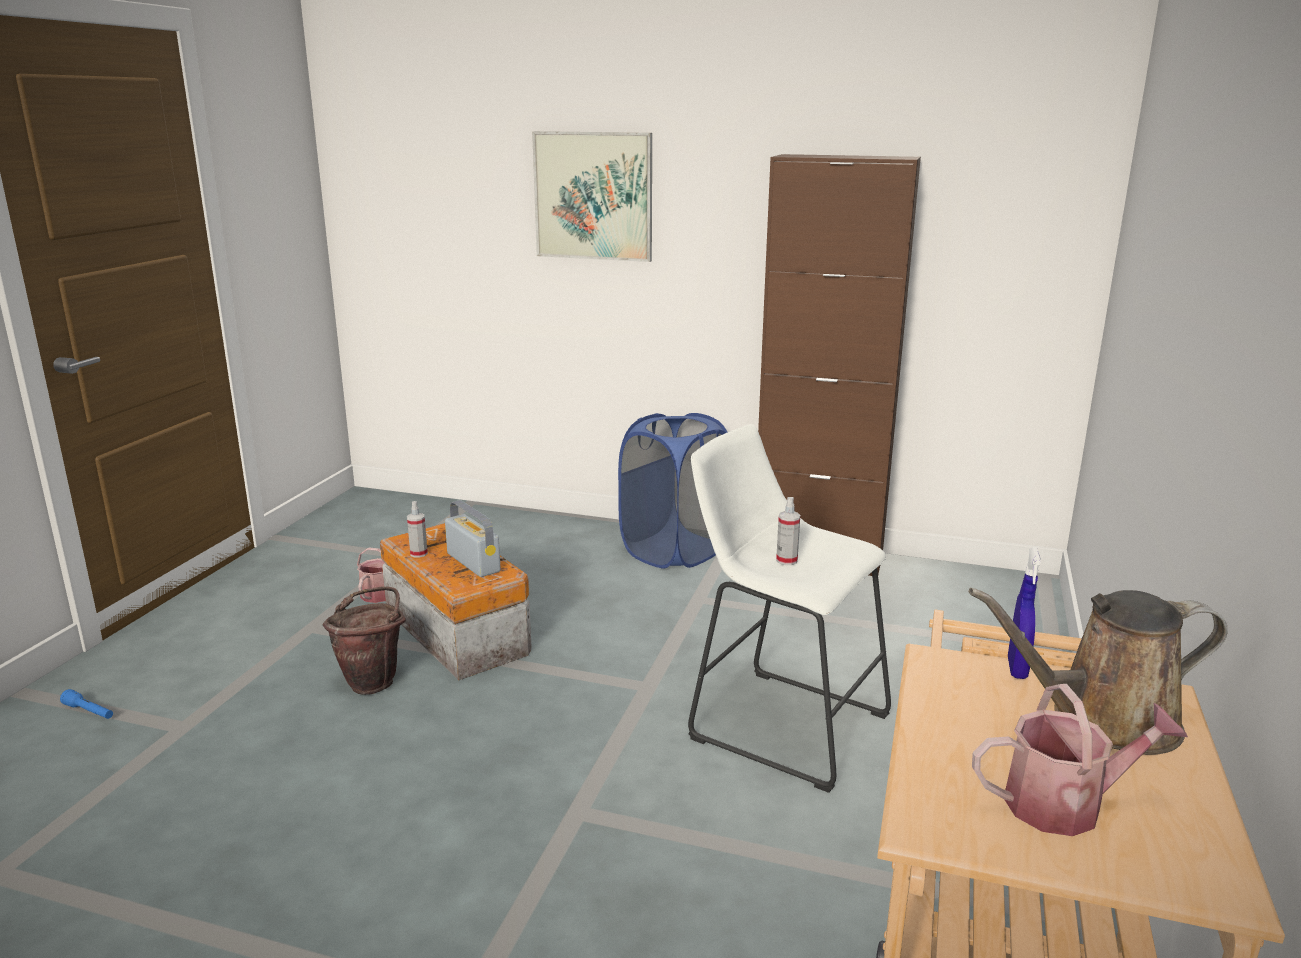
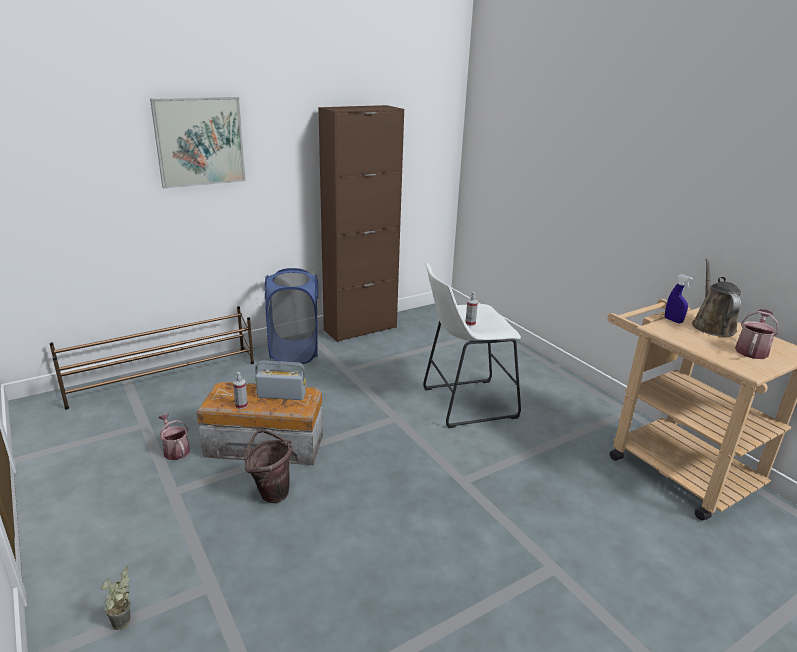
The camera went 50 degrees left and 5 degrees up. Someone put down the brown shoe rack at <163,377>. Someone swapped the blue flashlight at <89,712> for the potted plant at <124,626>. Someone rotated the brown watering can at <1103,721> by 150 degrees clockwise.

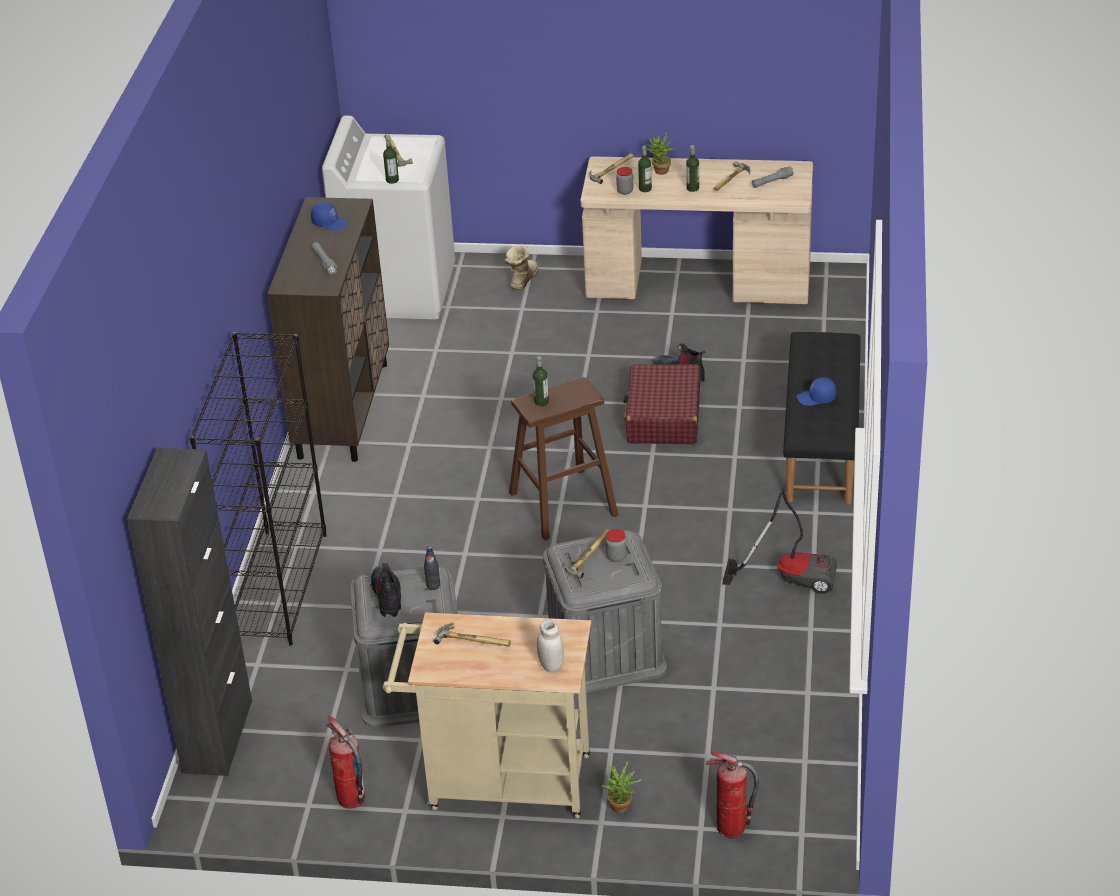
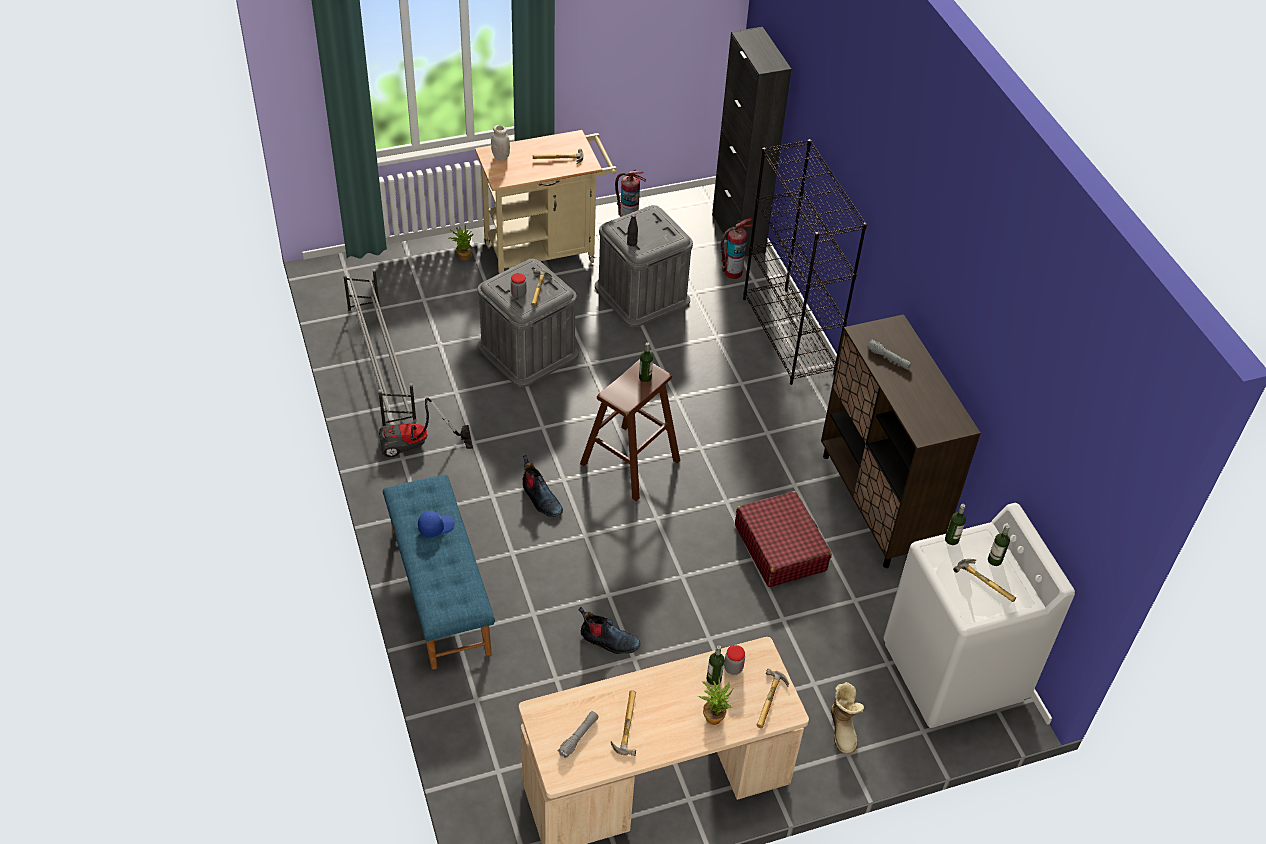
The camera went 150 degrees right and 10 degrees up. Someone put down the grey shoe rack at <381,363>. Someone repainted the black bench at <822,444>, which became the blue bench at <439,590>. Someone carried the boot from <388,596> to <540,499>. Someone carried the fire extinguisher from <731,828> to <732,272>. Someone carried the red suitcase from <663,417> to <780,547>. Someone carried the bottle from <692,188> to <994,560>. Someone took away the blue cap at <330,222>.

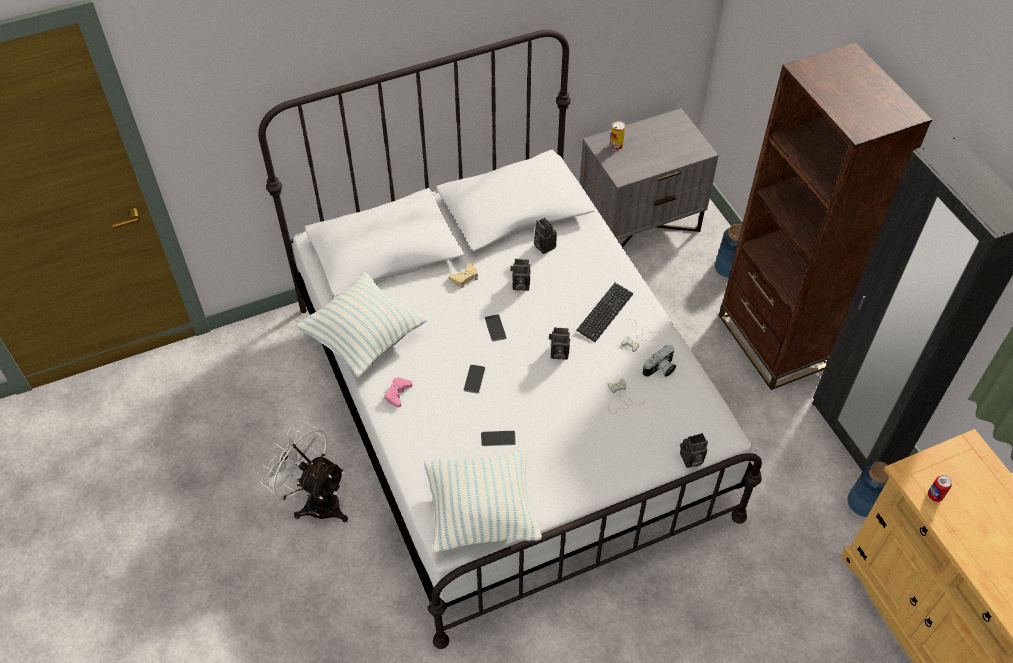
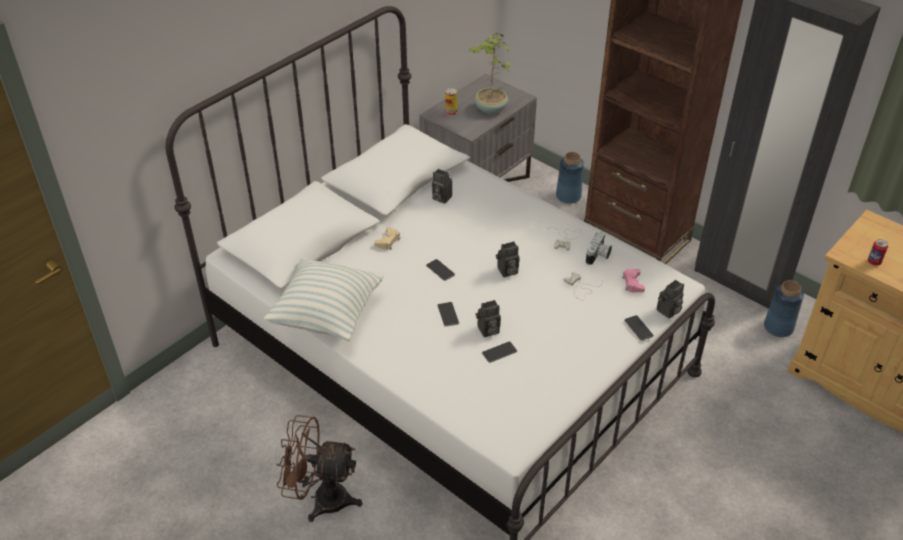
The camera went 25 degrees left and 10 degrees down. Someone repainted the white fan at <316,500>, which became the brown fan at <321,499>. Someone put down the potted plant at <490,109>. Someone carried the photo camera from <520,285> to <488,331>. Someone carried the pink game controller from <398,394> to <632,283>. Someone put down the phone at <638,328>. Someone took away the pillow at <482,513>. Someone took away the keyboard at <605,313>.

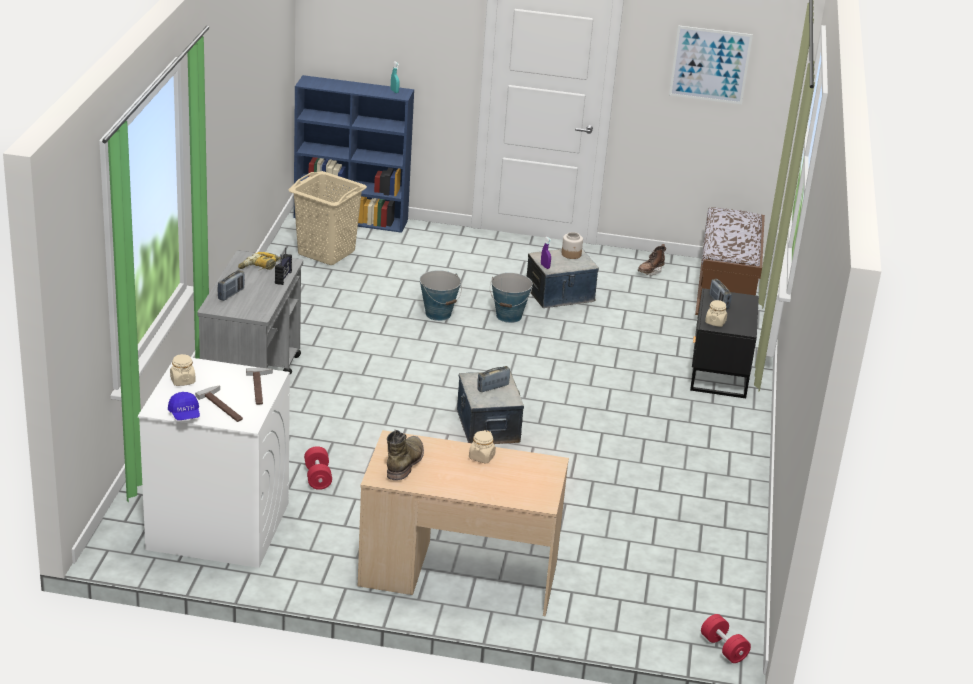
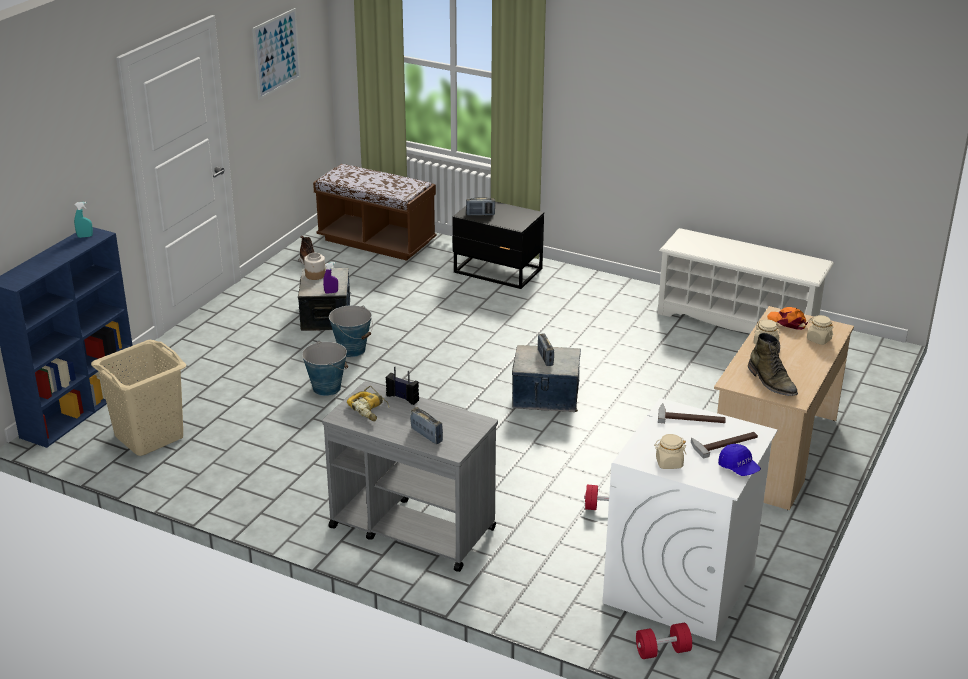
The camera went 70 degrees left and 0 degrees up. Someone carried the red dumbbell from <723,648> to <662,651>. Someone put down the white shoe rack at <738,320>. Someone rotated the blue cap at <184,414> by 60 degrees clockwise. Someone rotated the green boot at <405,462> by 150 degrees counterclockwise. Someone put down the orange cap at <787,322>. Someone carried the beige jar from <715,322> to <818,339>.

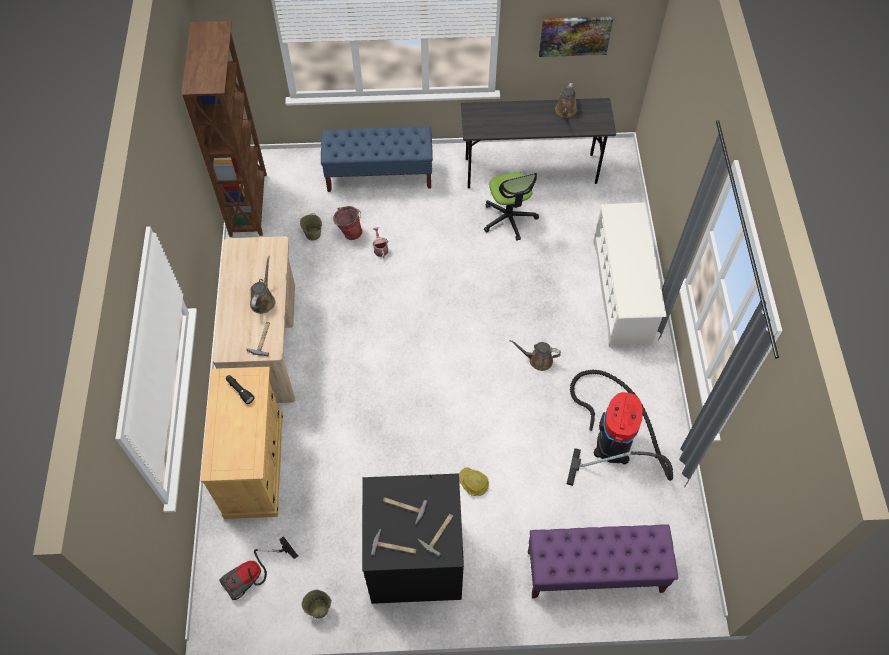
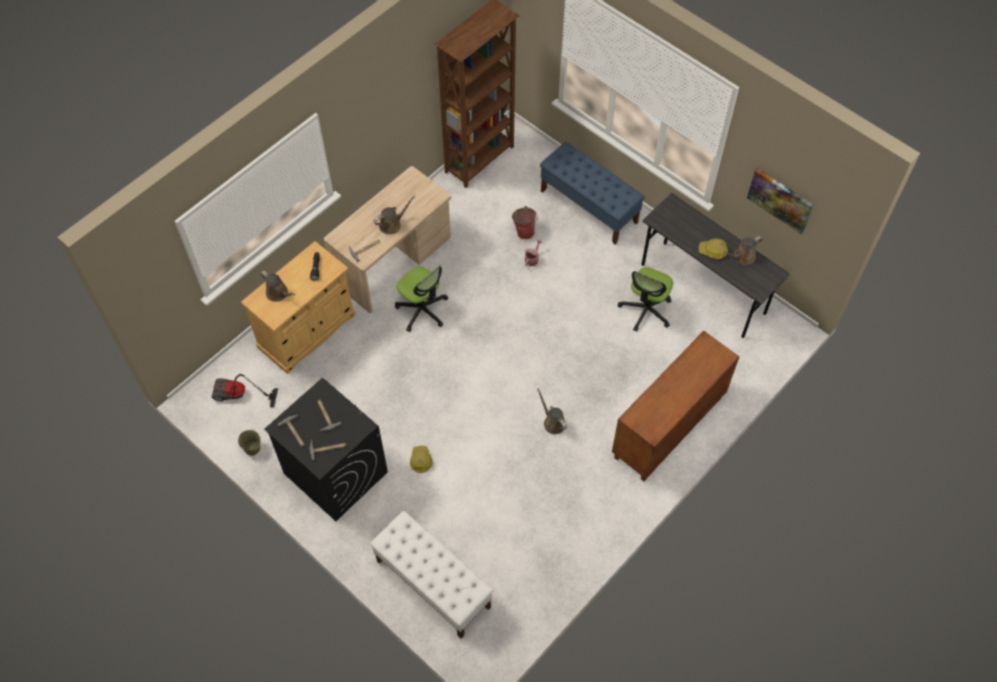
The camera went 45 degrees right and 0 degrees up. Someone put down the brown watering can at <278,293>. Someone repainted the purple bench at <594,571>, which became the white bench at <433,584>. Someone put down the office chair at <422,310>. Someone swapped the white shoe rack at <622,291> for the brown cabinet at <668,429>. Someone put down the hard hat at <713,251>. Someone took away the beige bucket at <312,234>. Someone took away the vacuum cleaner at <613,437>.

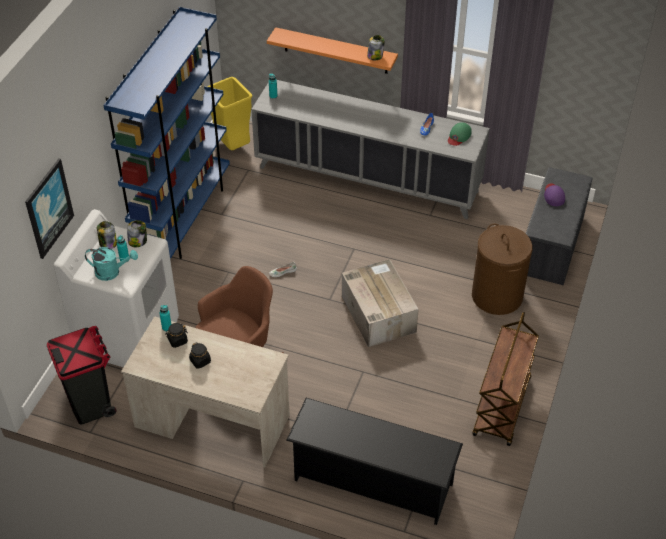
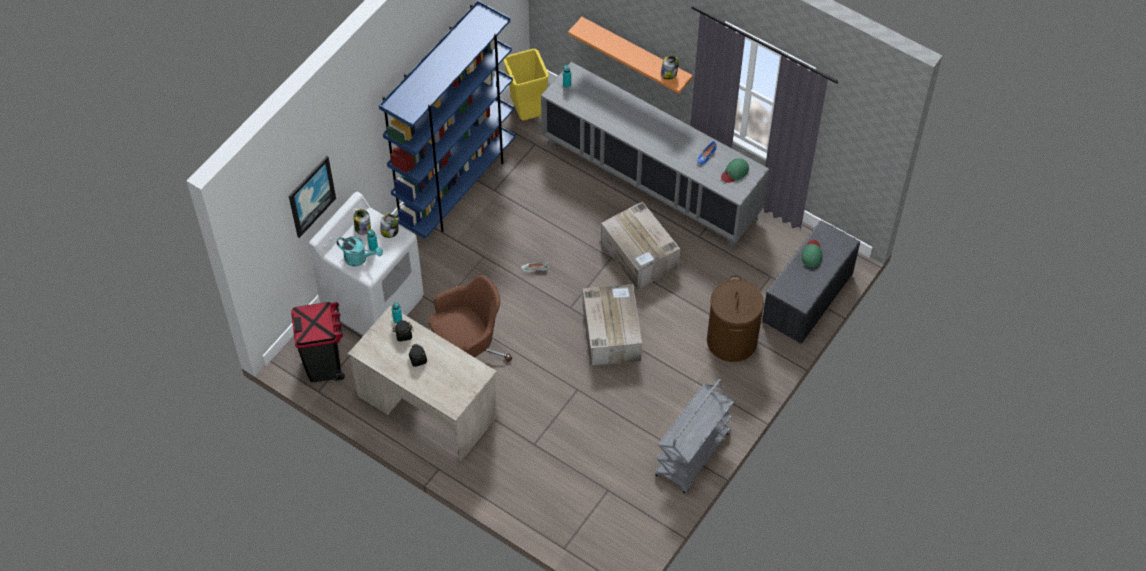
The camera went 15 degrees right and 10 degrees up. Someone put down the cardboard box at <640,255>. Someone repainted the brown cart at <502,407>, which became the grey cart at <693,455>. Someone repainted the purple cap at <553,195>, which became the green cap at <812,254>. Someone took away the black shoe rack at <372,482>.

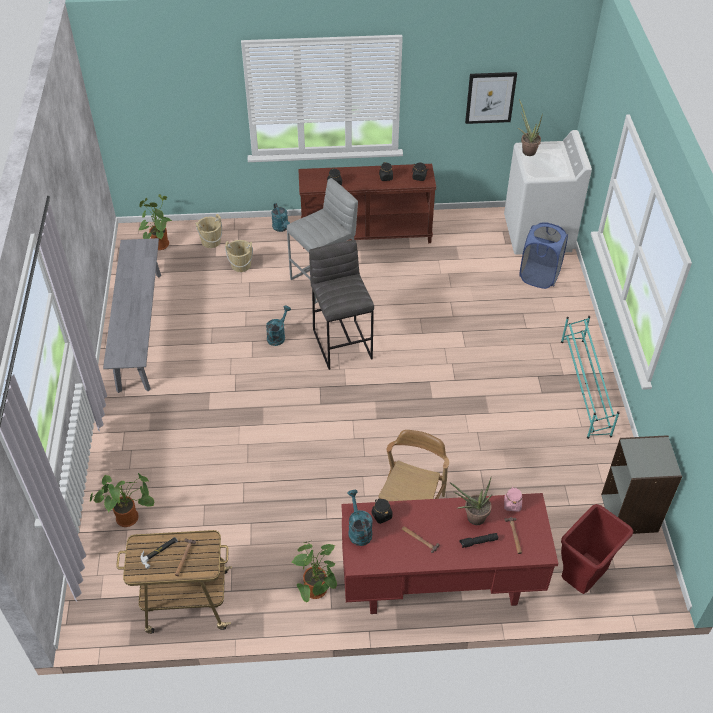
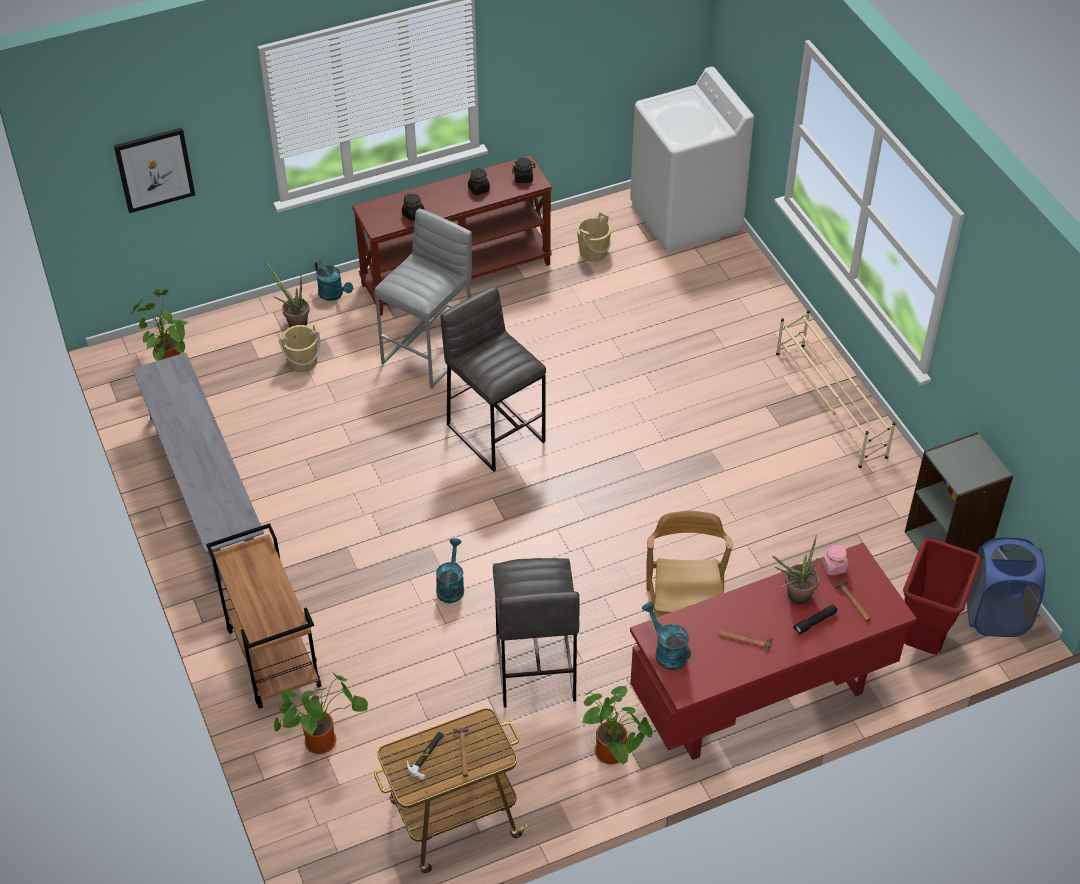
The camera went 20 degrees left and 0 degrees up. Someone carried the picture from <490,97> to <154,169>. Someone put down the brown cart at <272,657>. Someone carried the potted plant from <526,150> to <294,322>. Someone carried the turquoise watering can from <278,336> to <451,586>. Someone put down the grey stool at <534,668>. Someone carried the beige bucket from <211,241> to <593,252>. Someone repainted the turquoise shoe rack at <585,388>, which became the beige shoe rack at <830,405>. Someone carried the blue laundry basket from <539,276> to <996,615>. Someone took away the black jar at <381,515>.

